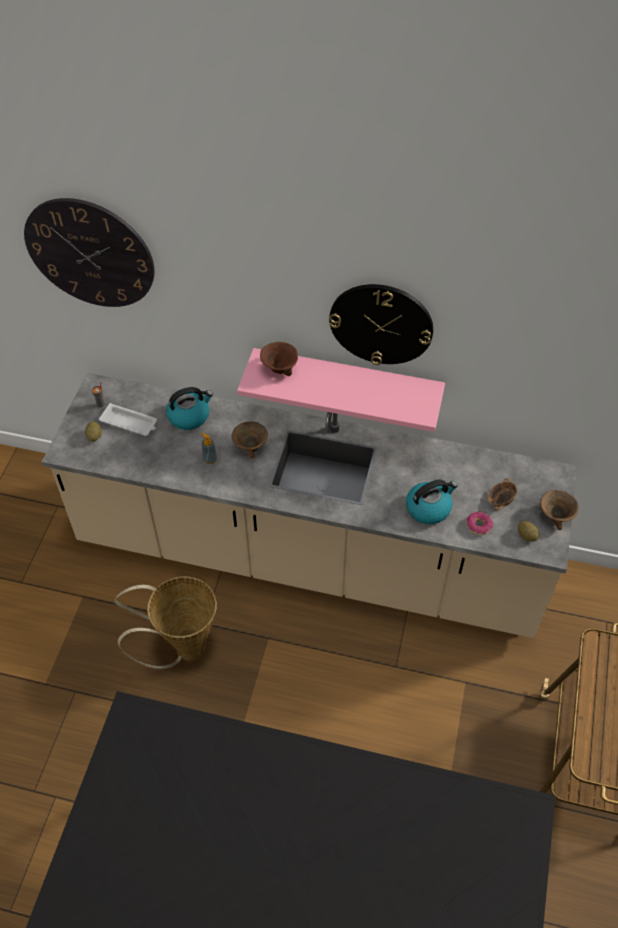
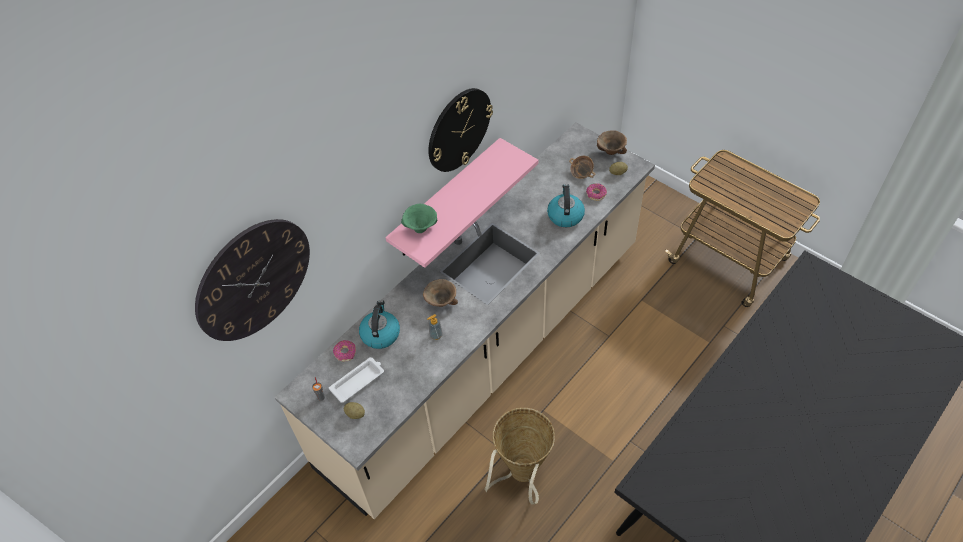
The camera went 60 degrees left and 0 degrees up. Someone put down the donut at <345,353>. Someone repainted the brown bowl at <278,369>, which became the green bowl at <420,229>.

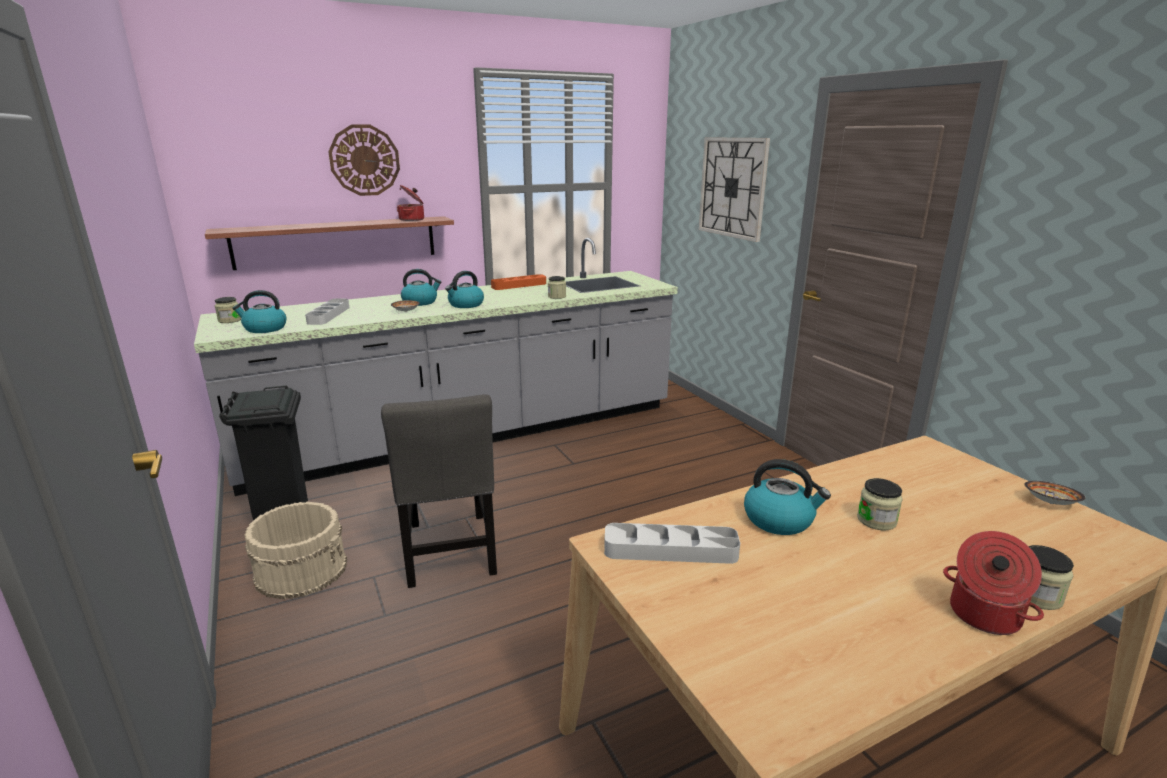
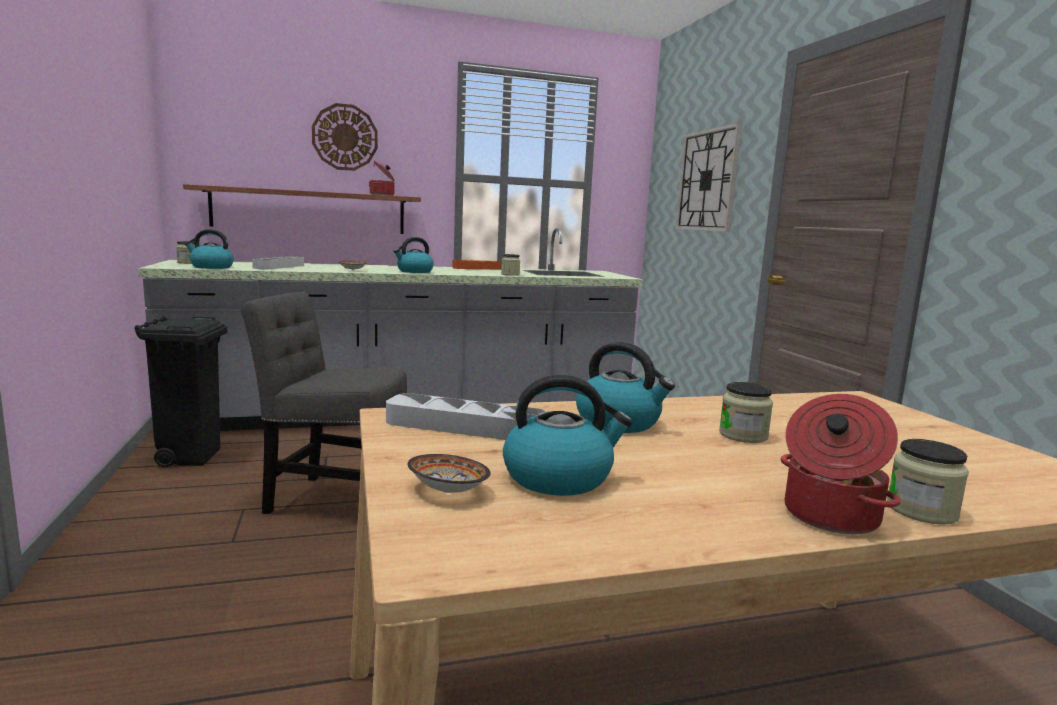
The camera went 10 degrees right and 10 degrees down. Someone rotated the grey chair at <450,553> by 105 degrees clockwise. Someone carried the bowl from <1050,502> to <448,491>. Someone carried the kettle from <420,302> to <559,477>. Someone took away the beige bucket at <302,569>.

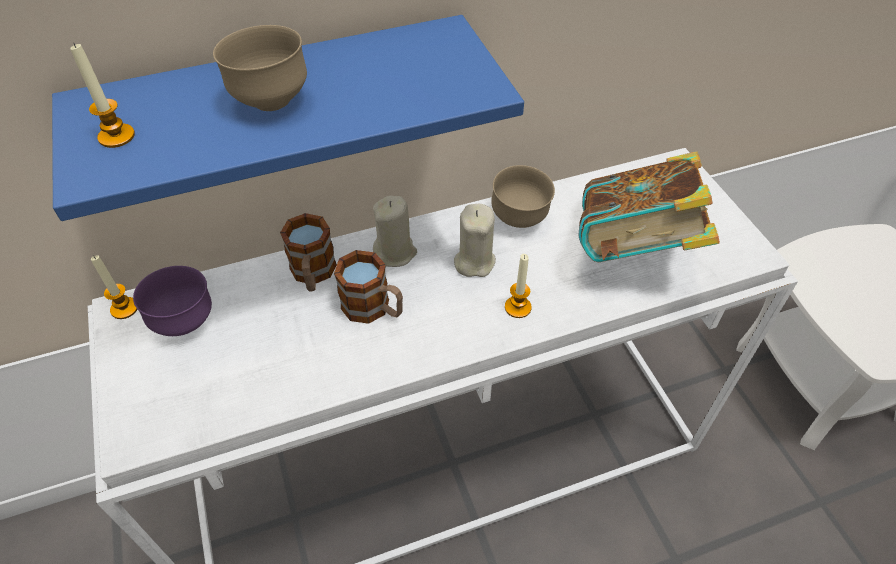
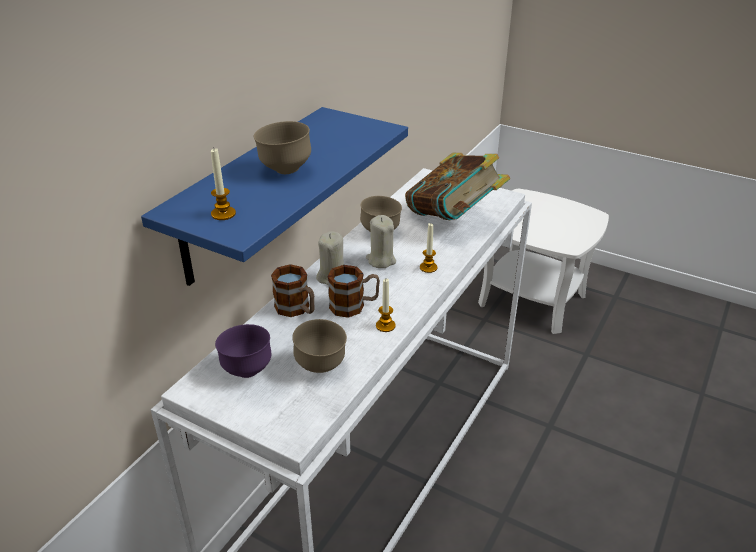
The camera went 40 degrees left and 15 degrees down. Someone put down the brown bowl at <321,366>. Someone carried the candle from <124,308> to <385,326>.

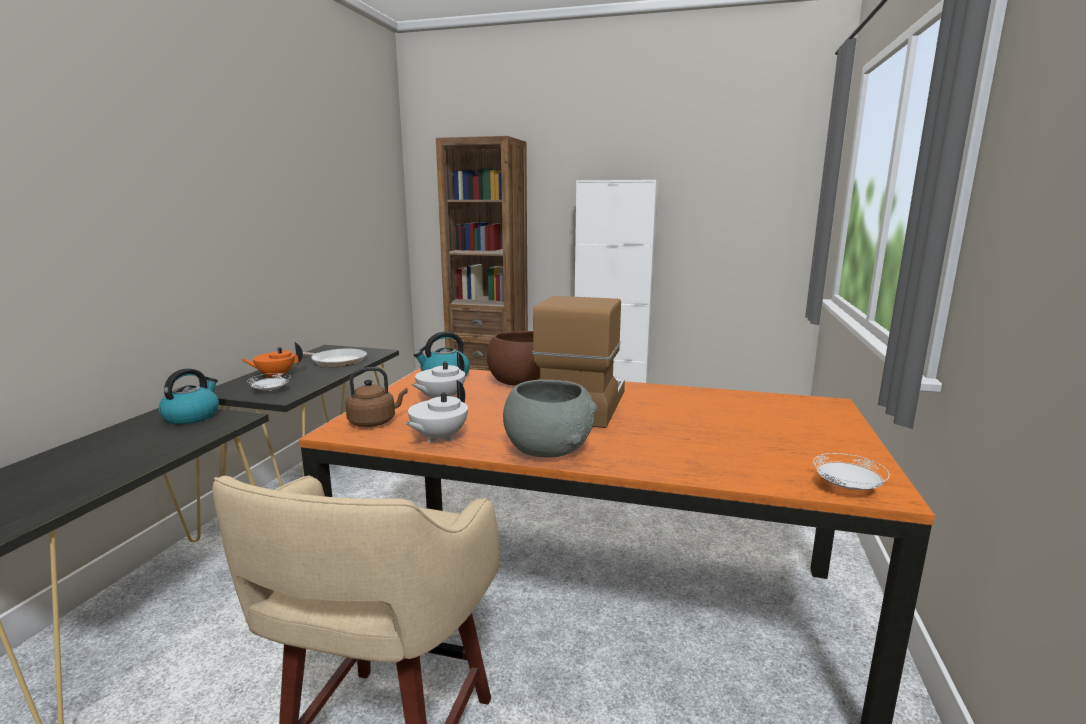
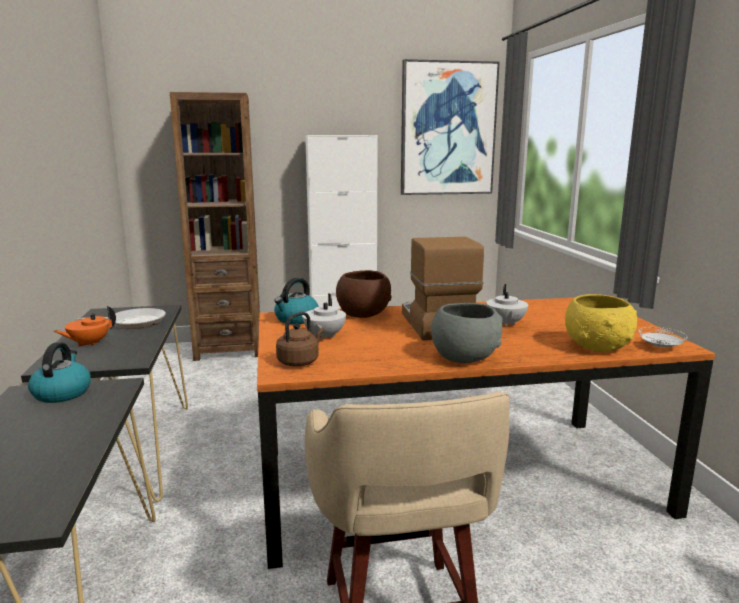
The camera went 25 degrees left and 0 degrees up. Someone put up the picture at <447,129>. Someone carried the white teapot from <438,438> to <505,324>. Someone put down the yellow bowl at <598,347>. Someone took away the white plate at <270,391>.

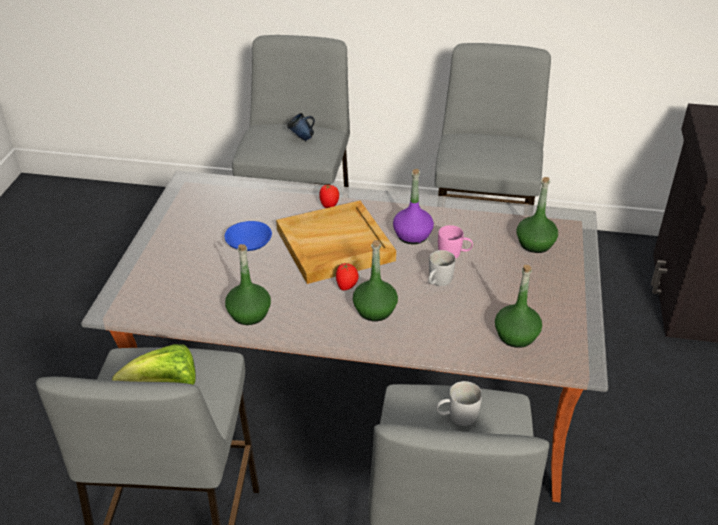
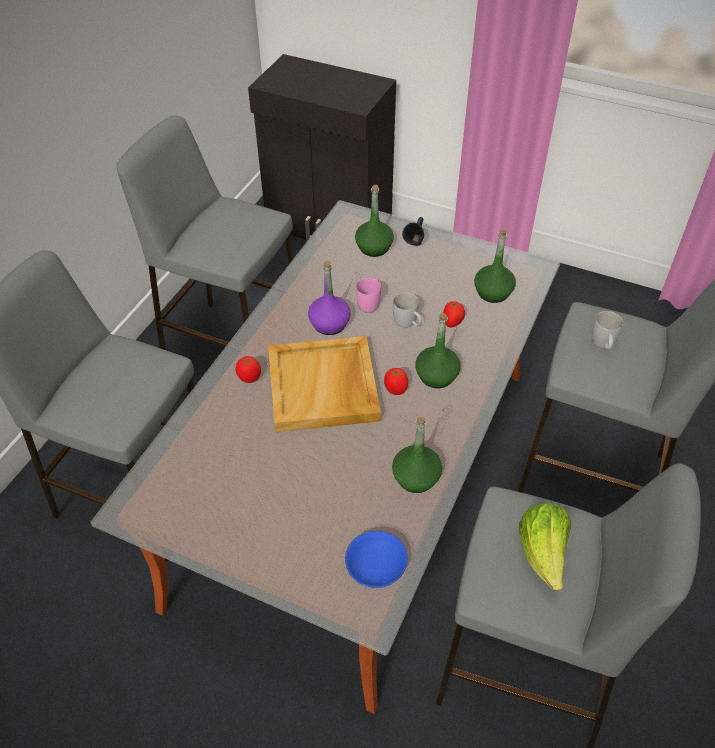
The camera went 75 degrees left and 10 degrees up. Someone carried the blue bowl from <248,243> to <375,566>. Someone carried the blue mug from <302,139> to <414,247>. Someone put down the tomato at <452,323>.

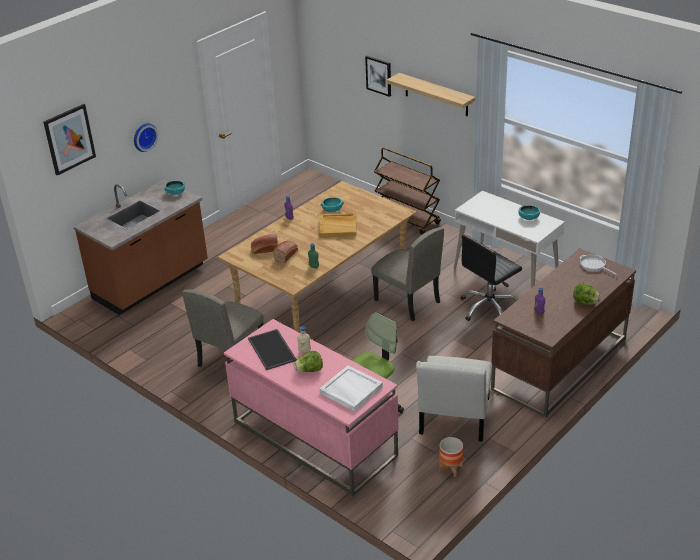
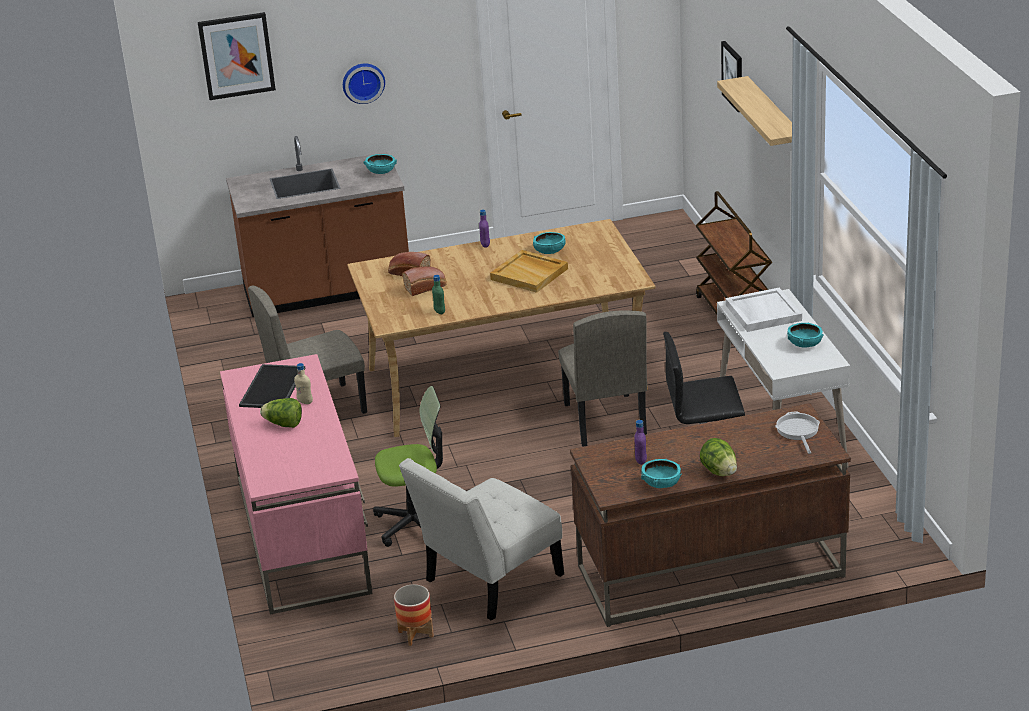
The camera went 35 degrees right and 5 degrees down. Someone put down the turquoise bowl at <661,483>. Someone carried the white tray from <350,390> to <762,312>.

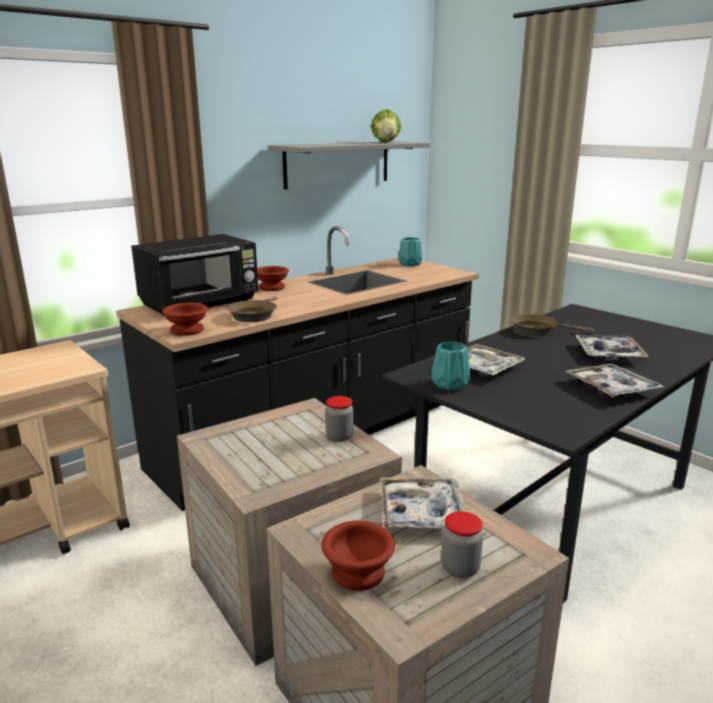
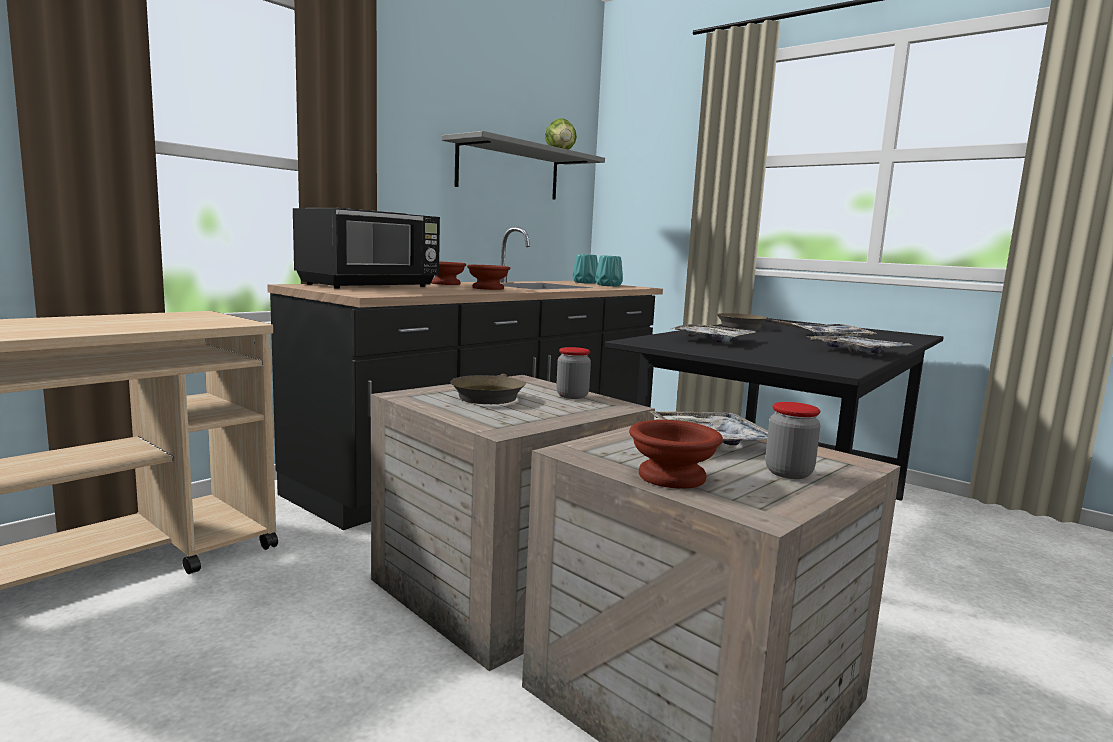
The camera went 10 degrees left and 10 degrees down. Someone carried the brown frying pan from <254,315> to <488,396>. Someone carried the brown bowl from <187,330> to <488,288>. Someone carried the turquoise vase from <448,384> to <607,285>.

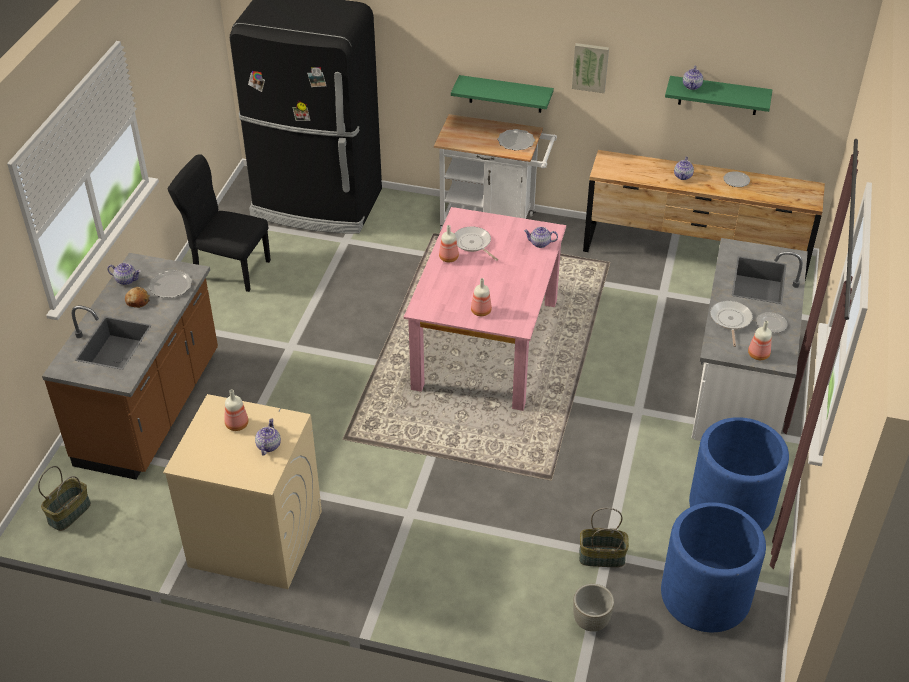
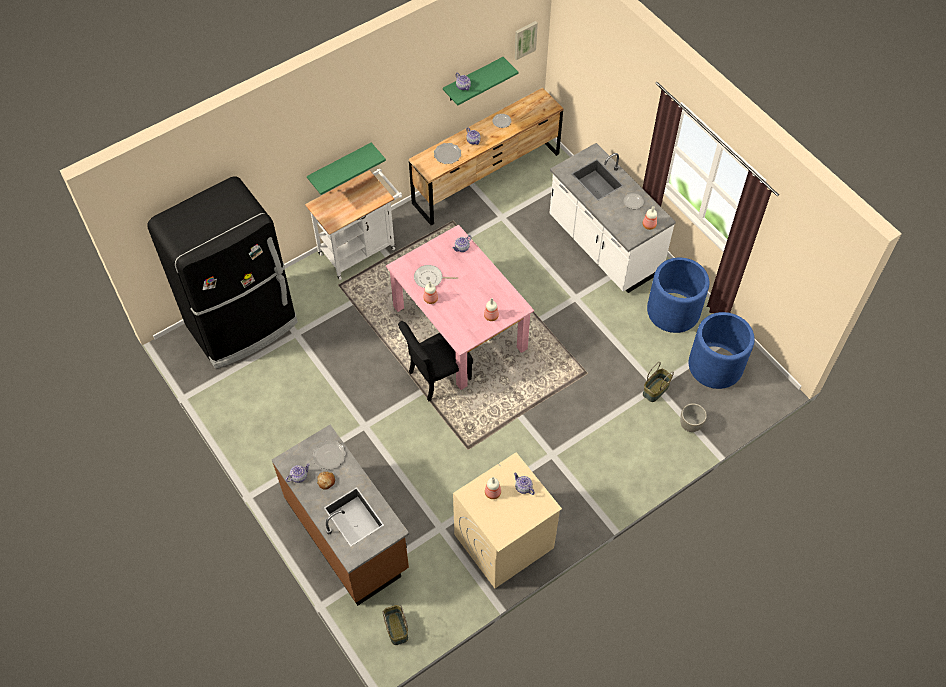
The camera went 50 degrees left and 15 degrees up. Someone carried the black chair from <228,269> to <437,376>. Someone carried the plate from <516,142> to <447,154>. Someone carried the picture from <590,67> to <524,39>. Someone took away the frying pan at <730,320>.

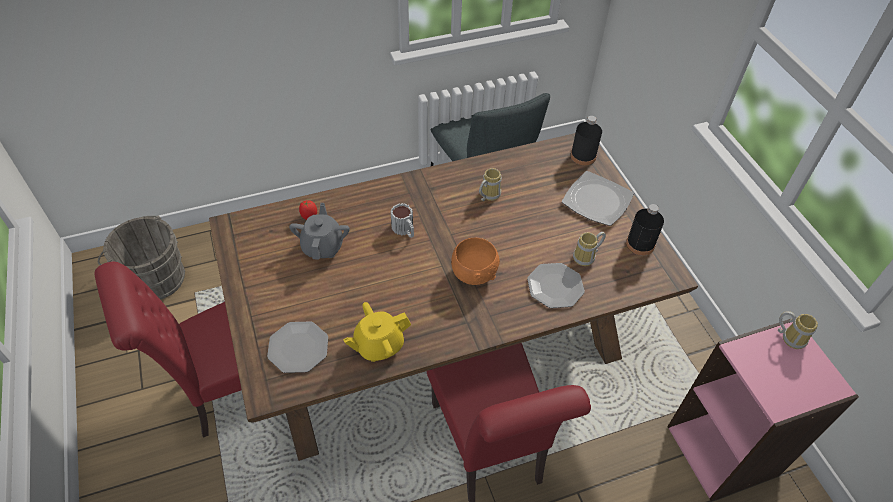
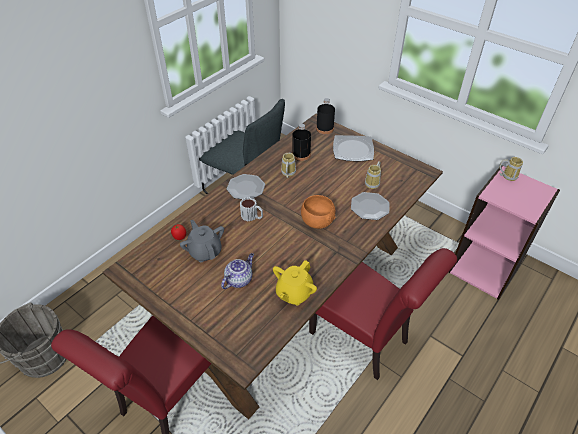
The camera went 30 degrees left and 5 degrees down. Someone put down the teapot at <239,279>. Someone carried the plate from <298,348> to <246,188>. Someone carried the black bottle from <640,244> to <301,154>.

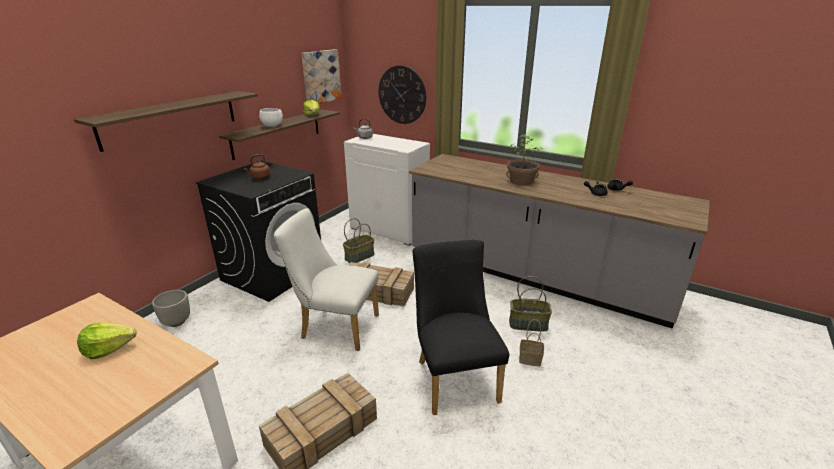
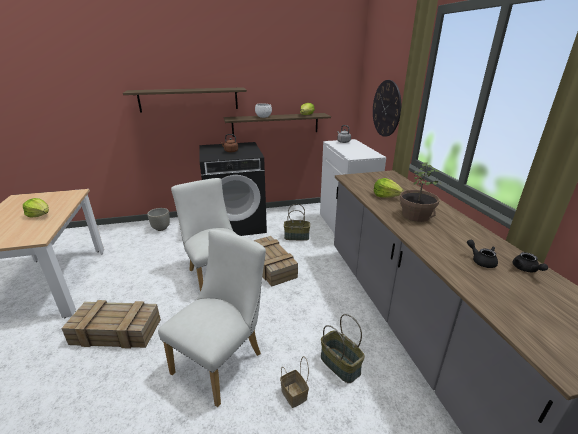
The camera went 45 degrees right and 0 degrees up. Someone repainted the black chair at <454,376>, which became the white chair at <223,359>. Someone put down the lettuce at <386,196>. Someone took away the picture at <321,77>.

